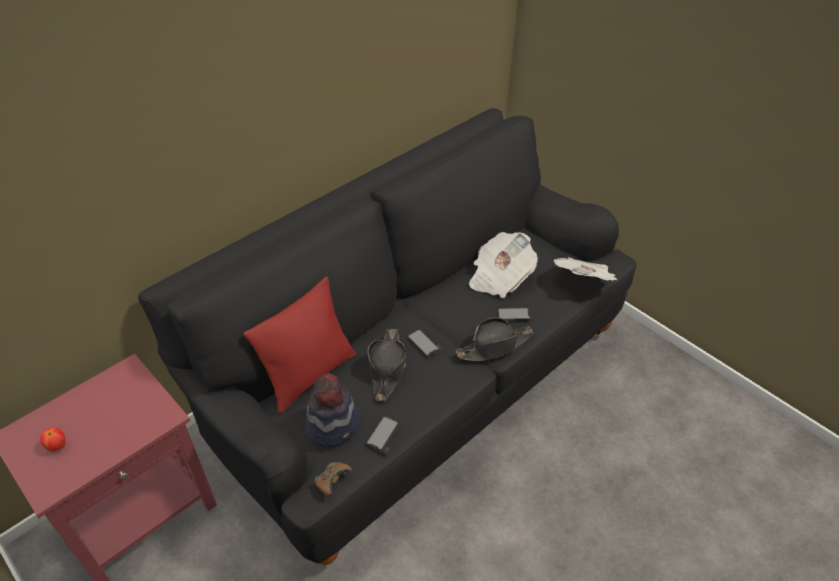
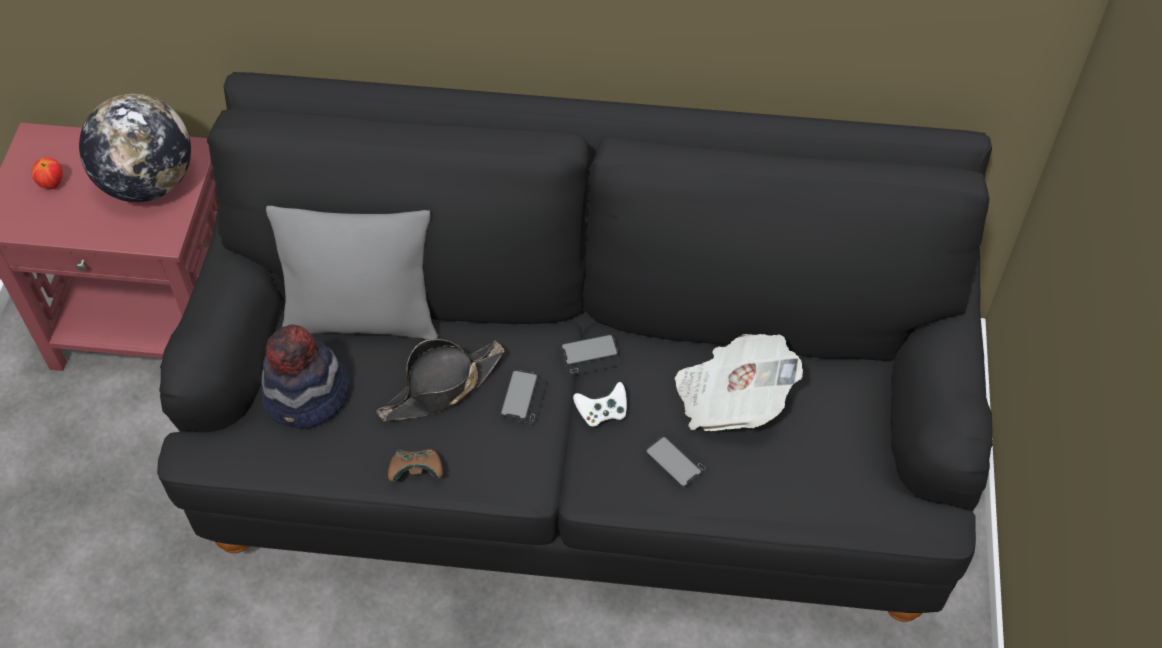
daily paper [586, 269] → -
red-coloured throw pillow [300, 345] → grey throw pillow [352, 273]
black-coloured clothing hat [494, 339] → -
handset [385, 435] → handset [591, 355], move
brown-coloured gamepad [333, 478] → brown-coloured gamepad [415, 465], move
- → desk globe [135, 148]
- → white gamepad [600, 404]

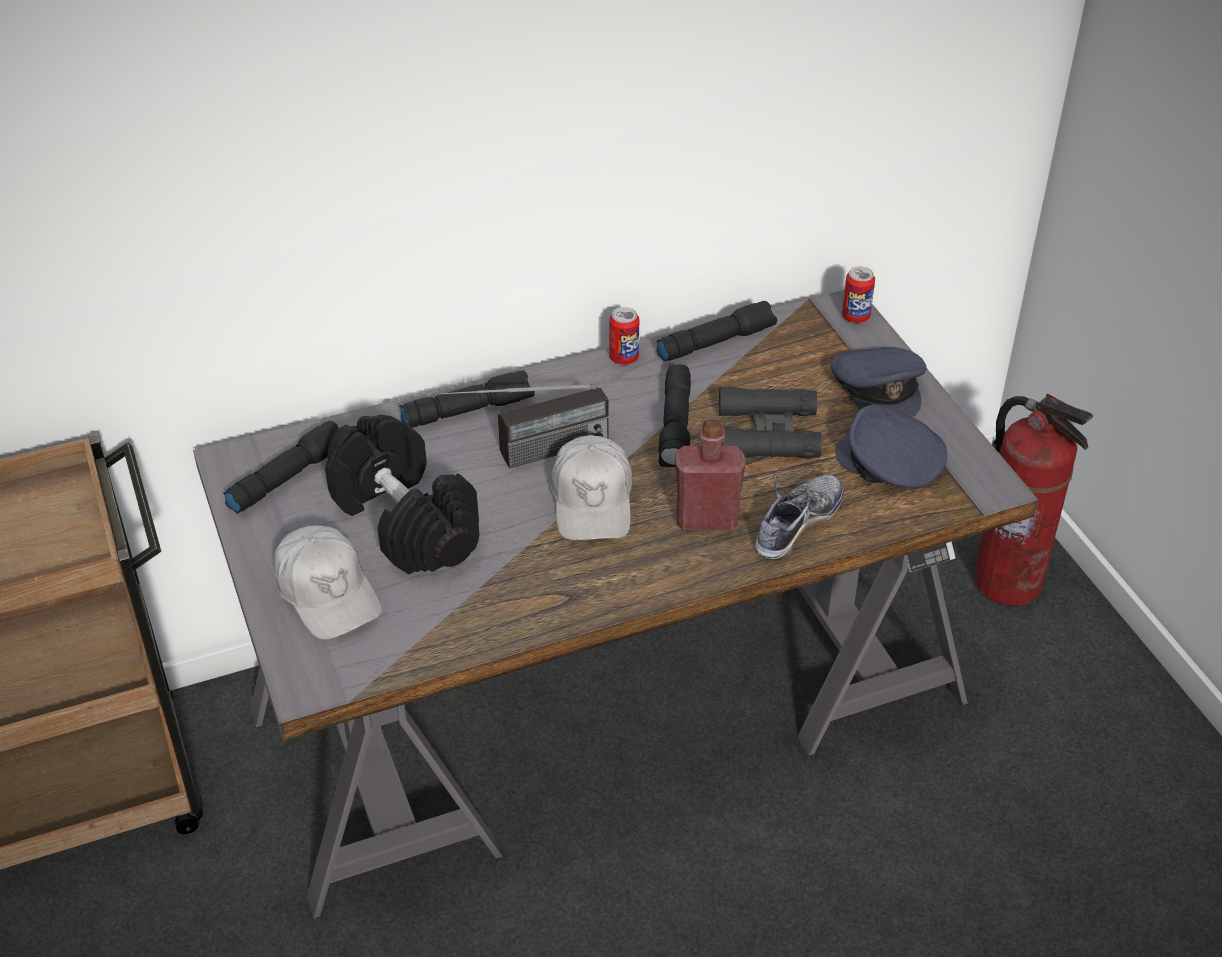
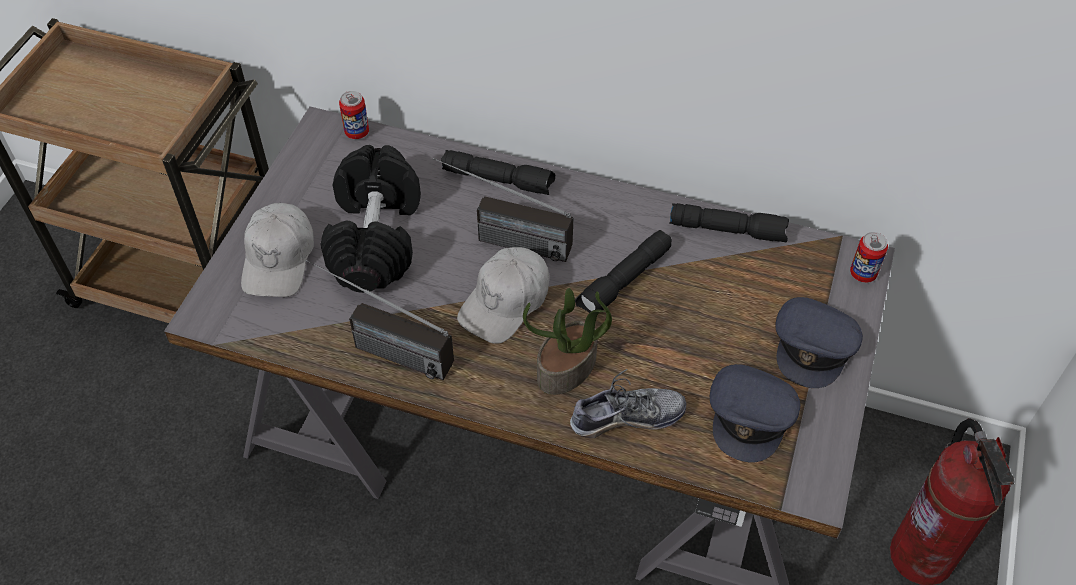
can [624, 336] → can [354, 115], move
black-coloured binoculars [770, 423] → -
grey baseball cap [892, 446] → grey baseball cap [755, 413], 150 degrees counterclockwise
red-coloured drink bottle [710, 474] → houseplant [567, 341]
black-coloured torch [280, 467] → -
- → radio set [379, 319]

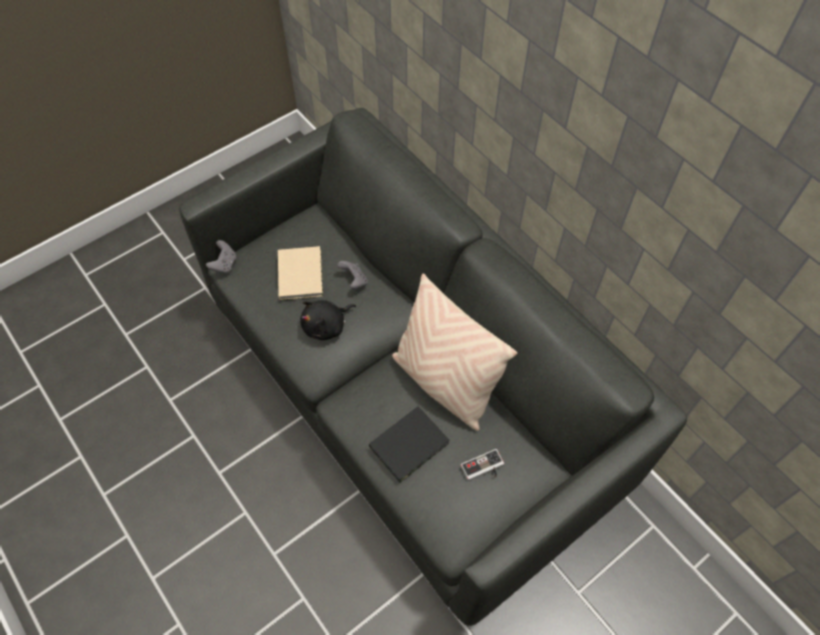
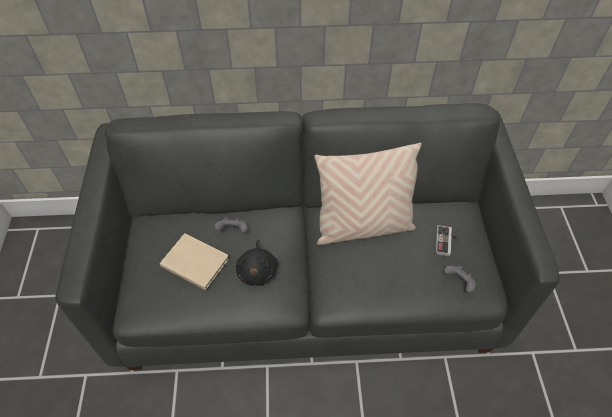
grey gamepad [221, 256] → grey gamepad [460, 279], move
black-coloured volume [409, 444] → -

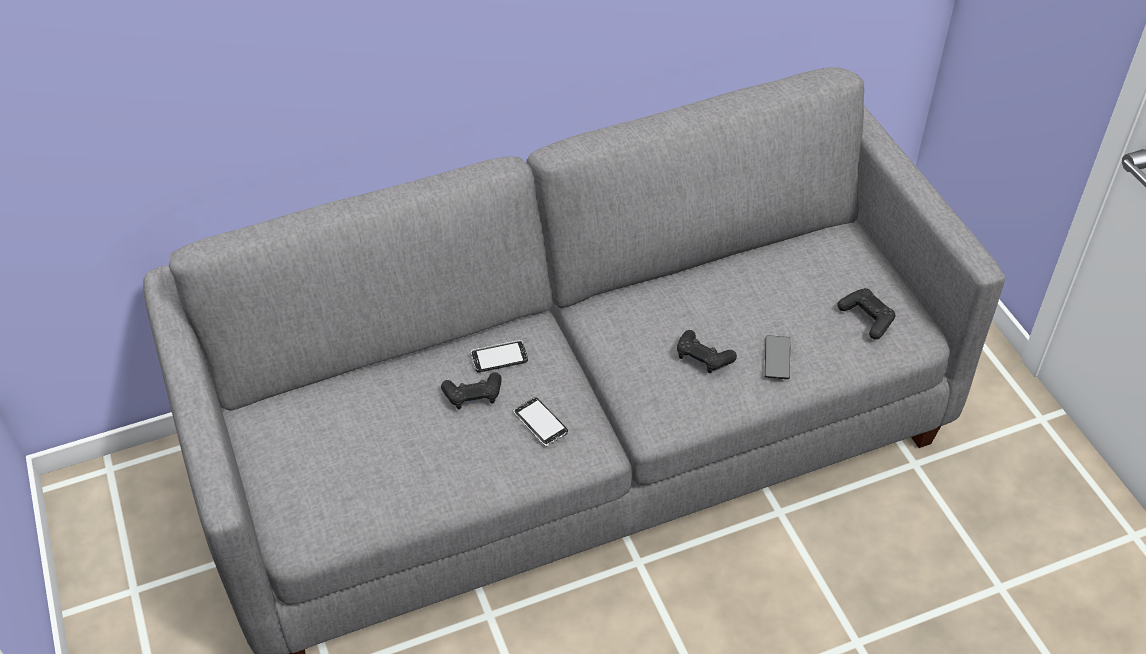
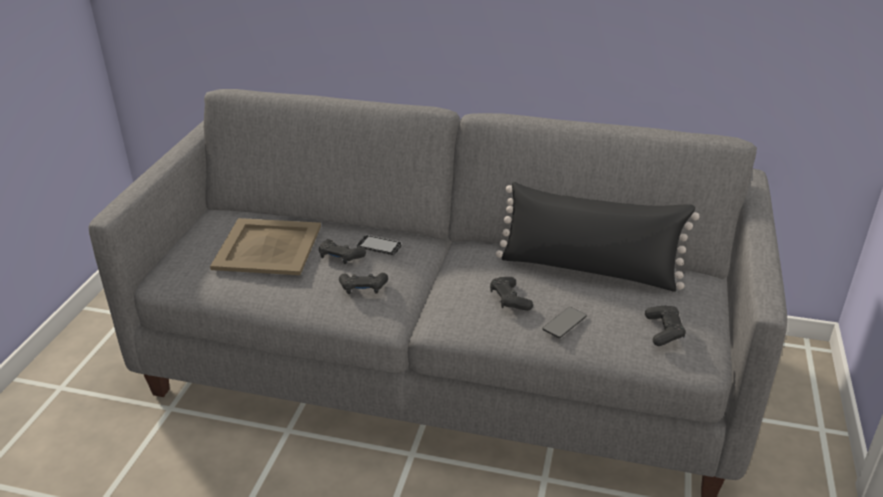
handset [540, 421] → black-coloured gamepad [363, 283]
- → black-coloured throw pillow [598, 237]
- → beige tray [265, 246]

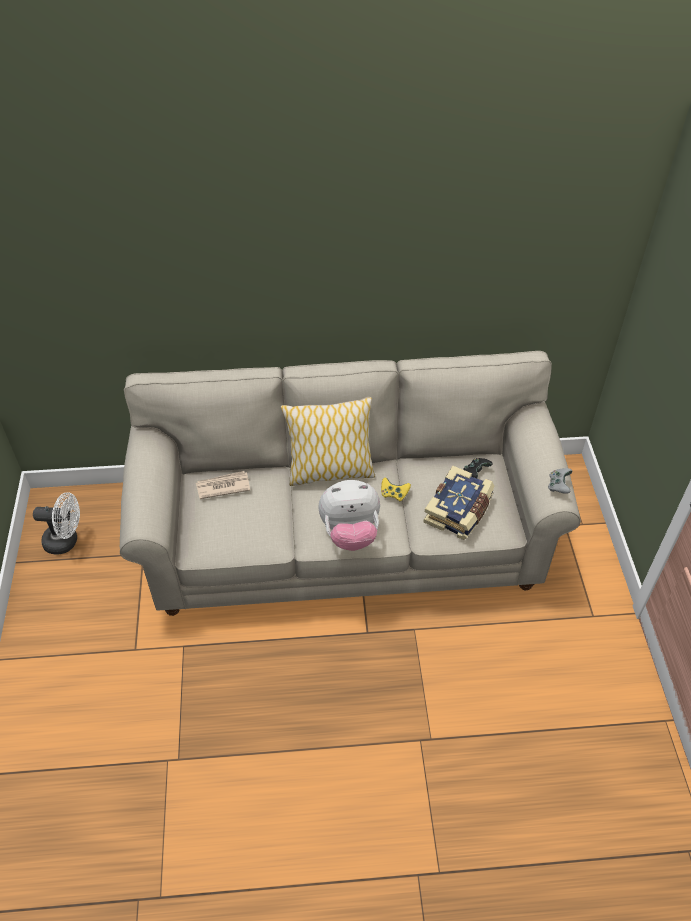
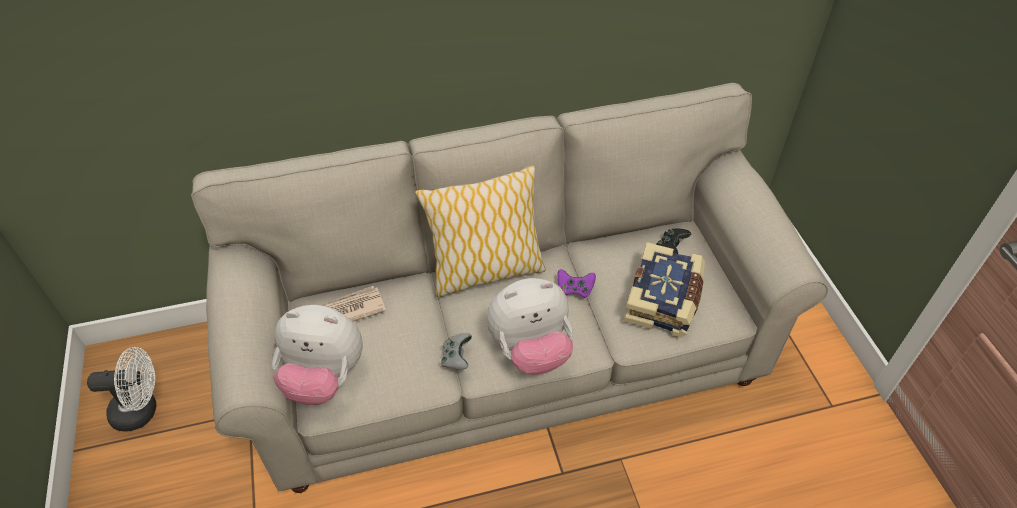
grey gamepad [560, 481] → grey gamepad [456, 351], move
yellow gamepad [396, 489] → purple-coloured gamepad [576, 283]
- → soft toy [317, 355]

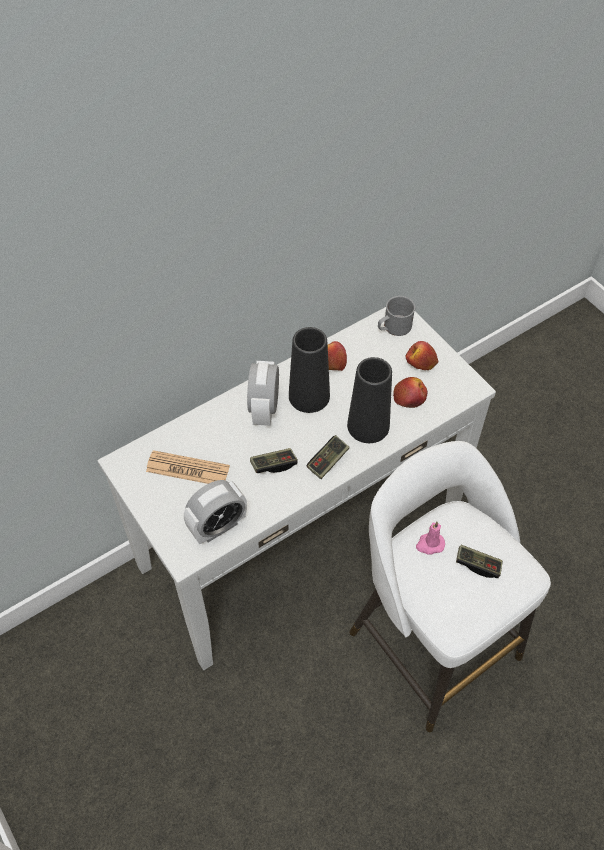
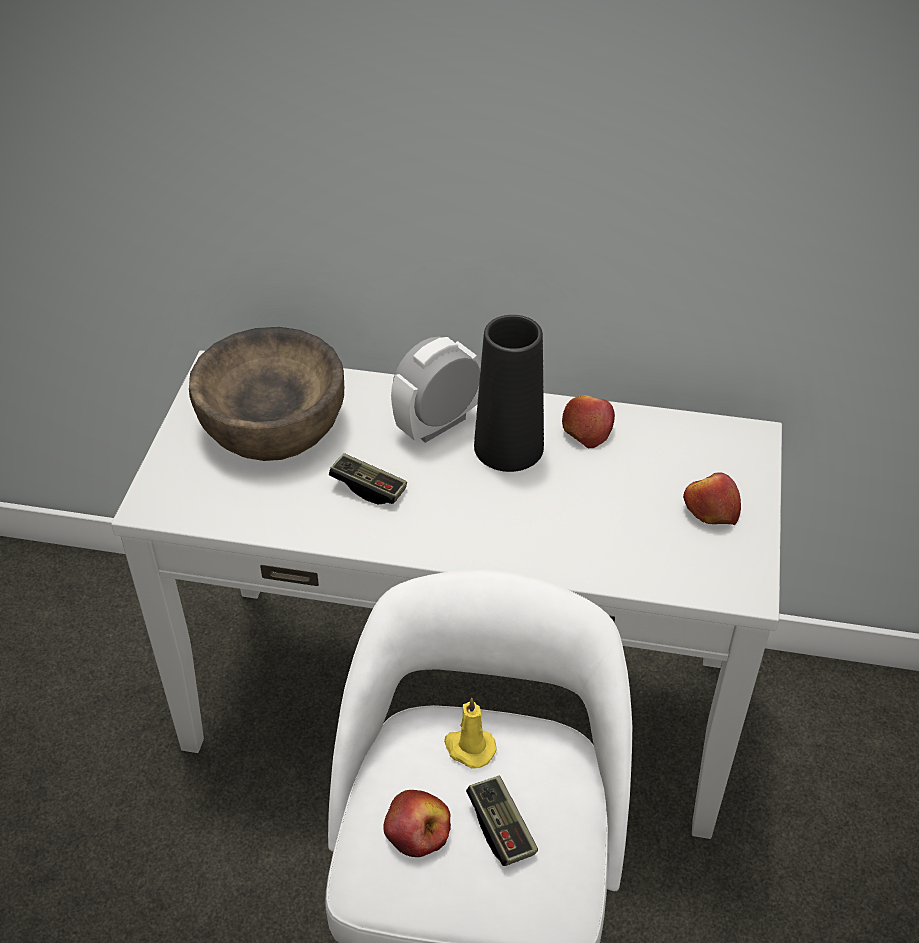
grey coffee mug [396, 316] → -
black-coloured vase [369, 400] → -
apple [410, 392] → apple [417, 823], move
gamepad [328, 457] → -
daily paper [188, 467] → brown-coloured bowl [266, 394]
alarm clock [215, 512] → -
pink-coloured wax light [430, 538] → yellow wax light [470, 733]

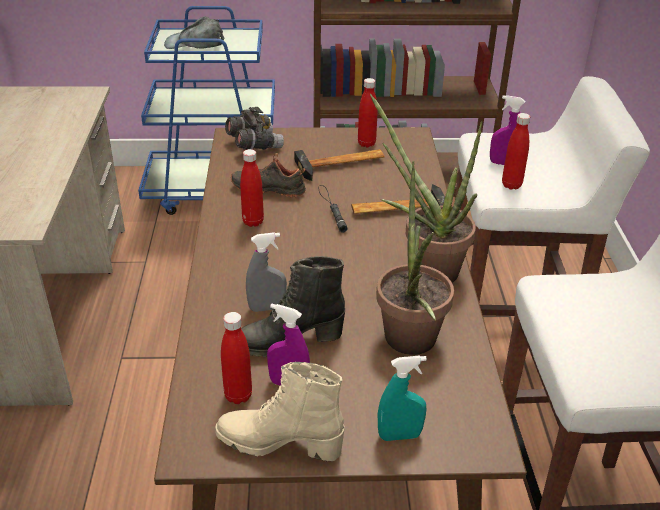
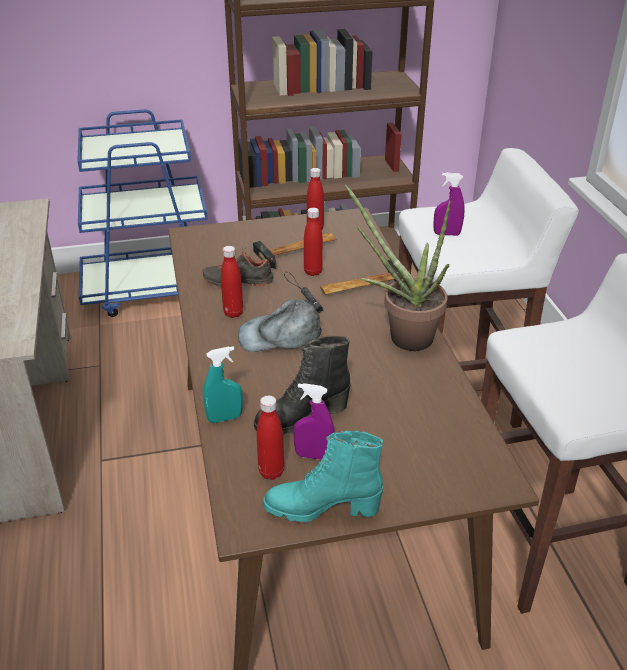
grey baseball cap [194, 32] → grey baseball cap [280, 325], move
grey binoculars [254, 128] → -
red-coloured drink bottle [516, 151] → red-coloured drink bottle [313, 242], move
houseplant [415, 258] → -
grey spray bottle [266, 272] → -
blue-green spray bottle [402, 398] → blue-green spray bottle [223, 384], move
beige tall boot [279, 411] → blue-green tall boot [323, 476]

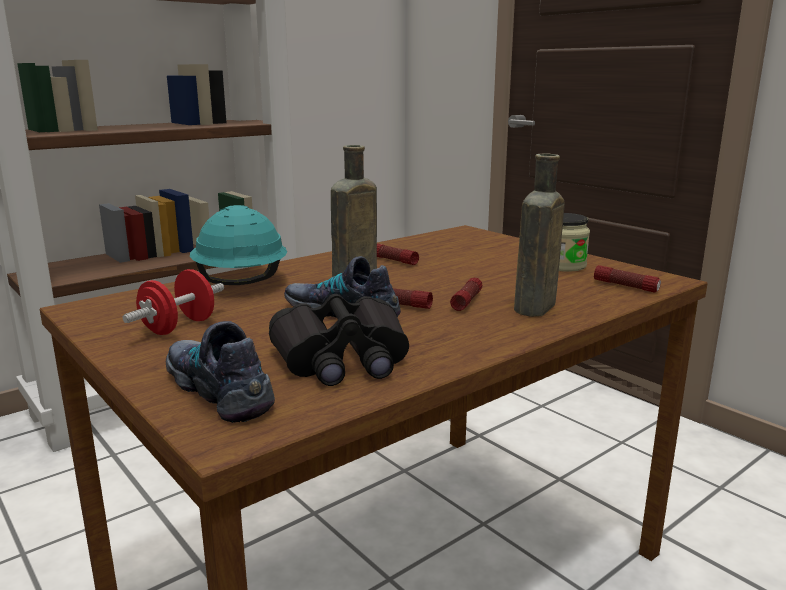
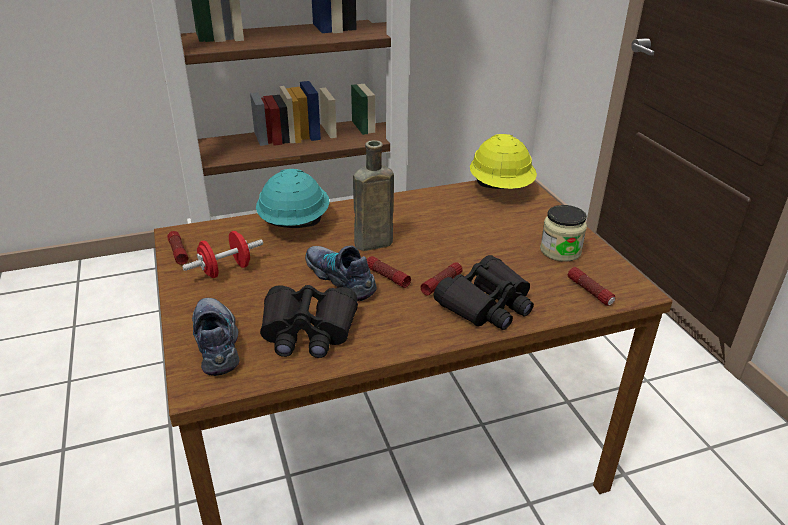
brown-coloured drink bottle [539, 235] → black-coloured binoculars [484, 292]
torch [398, 254] → torch [177, 248], move
- → yellow safety helmet [503, 161]

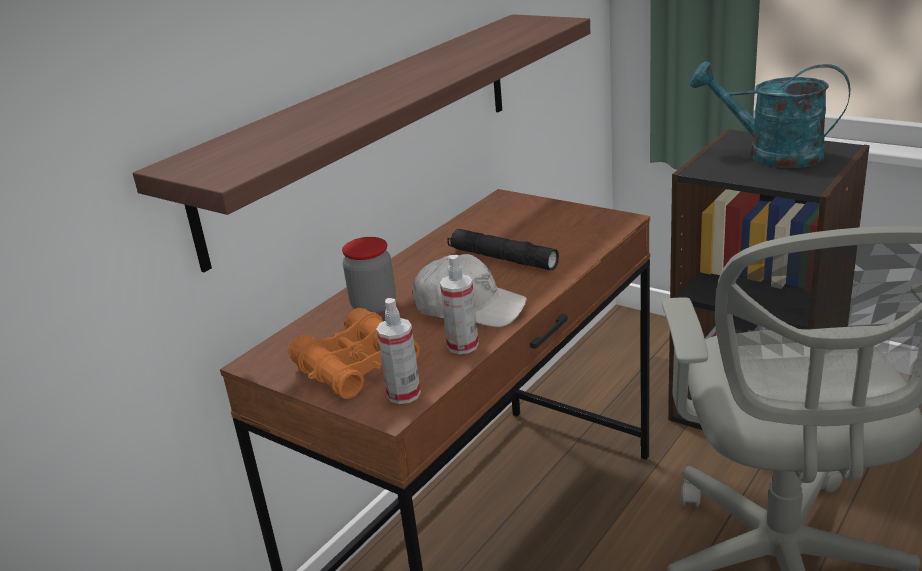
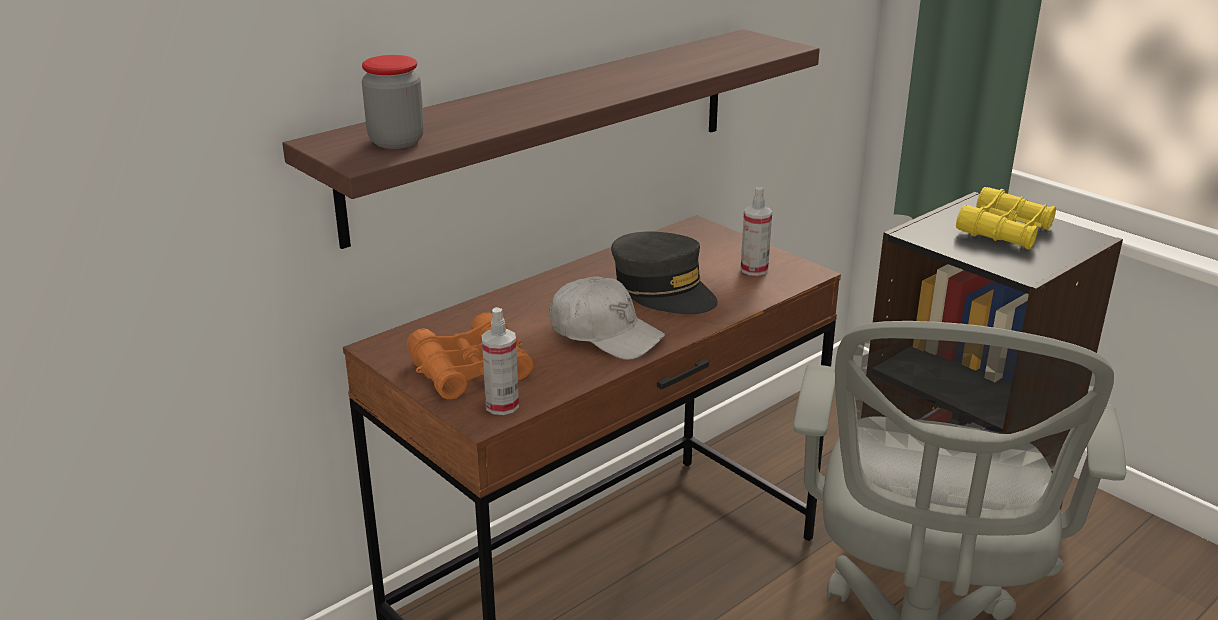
blue-green watering pot [770, 114] → yellow binoculars [1006, 218]
black-coloured torch [503, 249] → grey baseball cap [664, 273]
preserve jar [369, 275] → preserve jar [393, 102], move
spray bottle [459, 304] → spray bottle [756, 231], move

